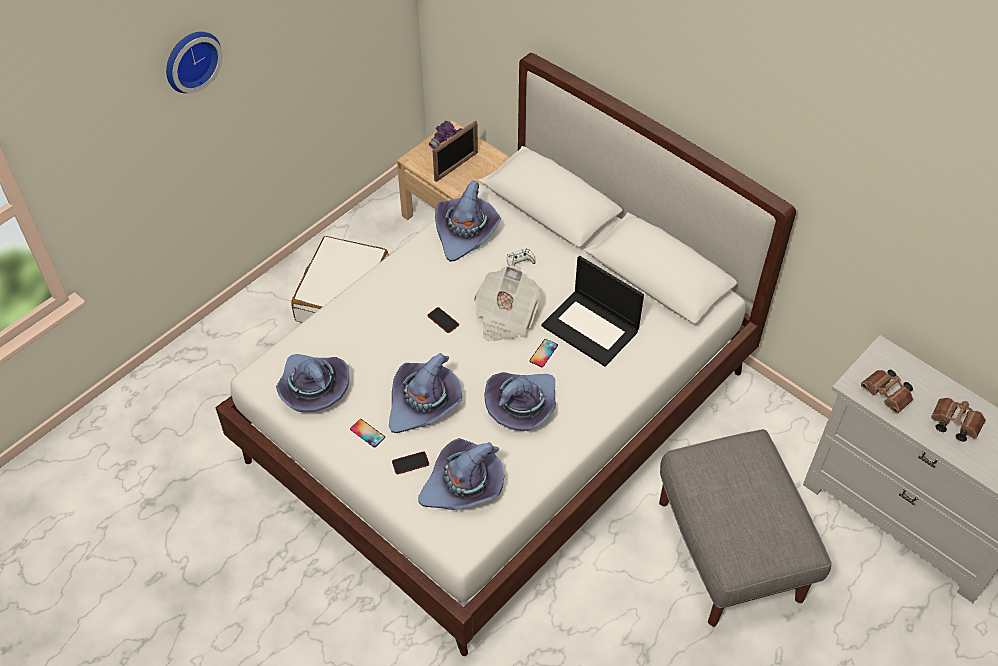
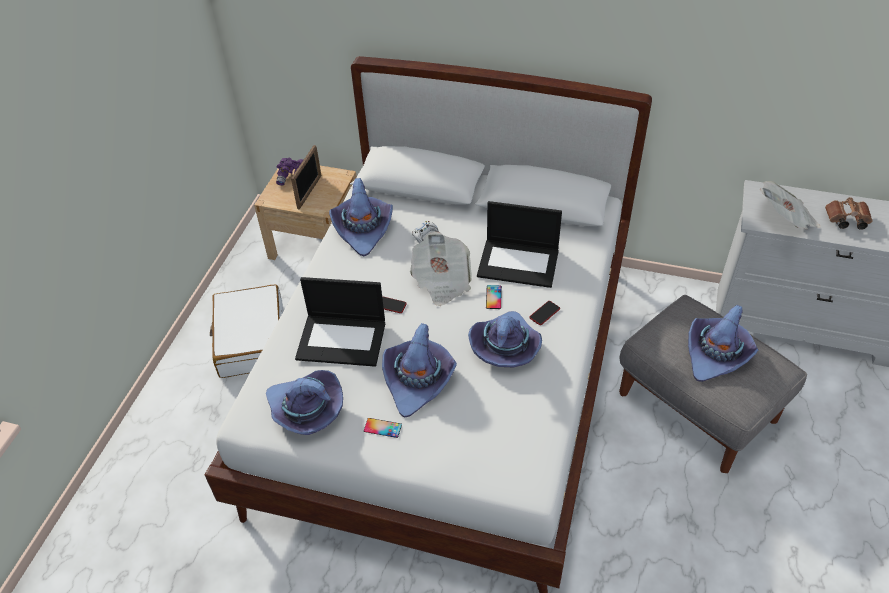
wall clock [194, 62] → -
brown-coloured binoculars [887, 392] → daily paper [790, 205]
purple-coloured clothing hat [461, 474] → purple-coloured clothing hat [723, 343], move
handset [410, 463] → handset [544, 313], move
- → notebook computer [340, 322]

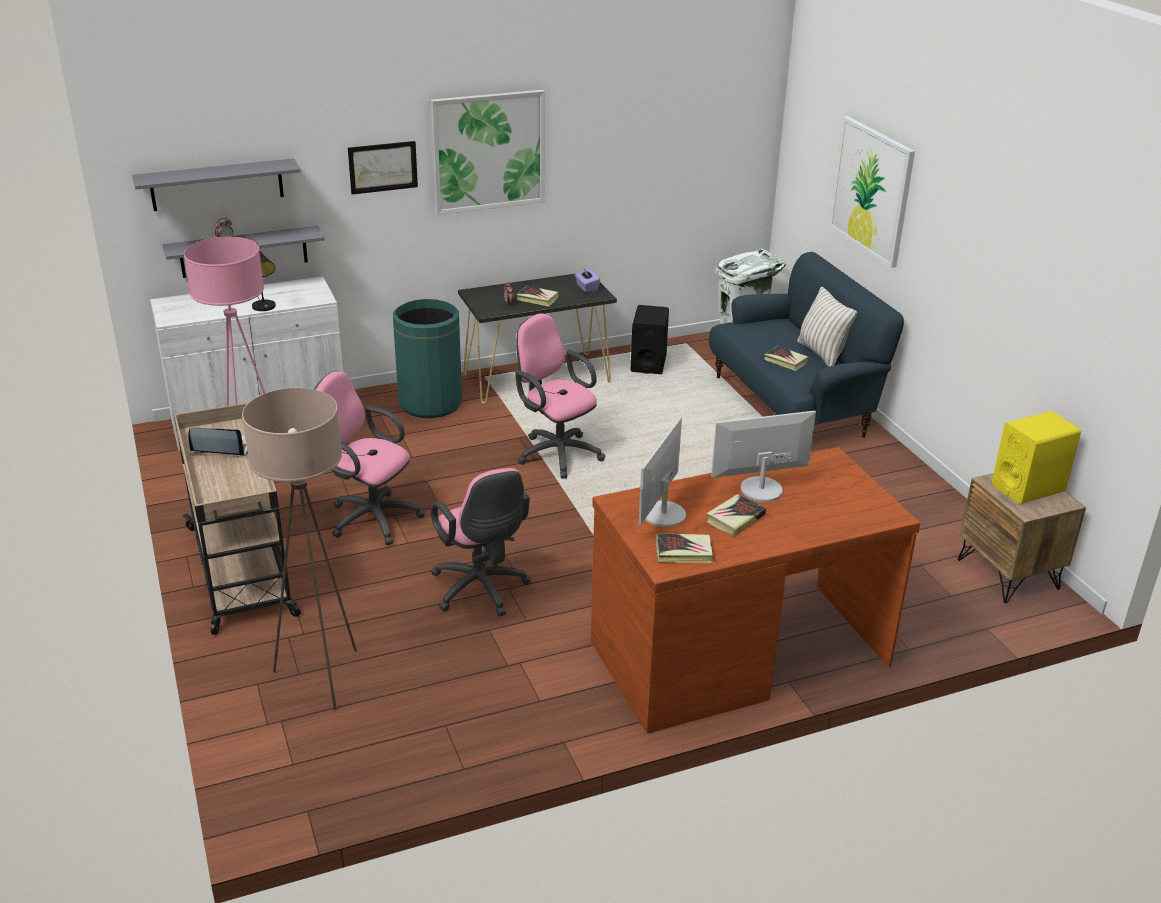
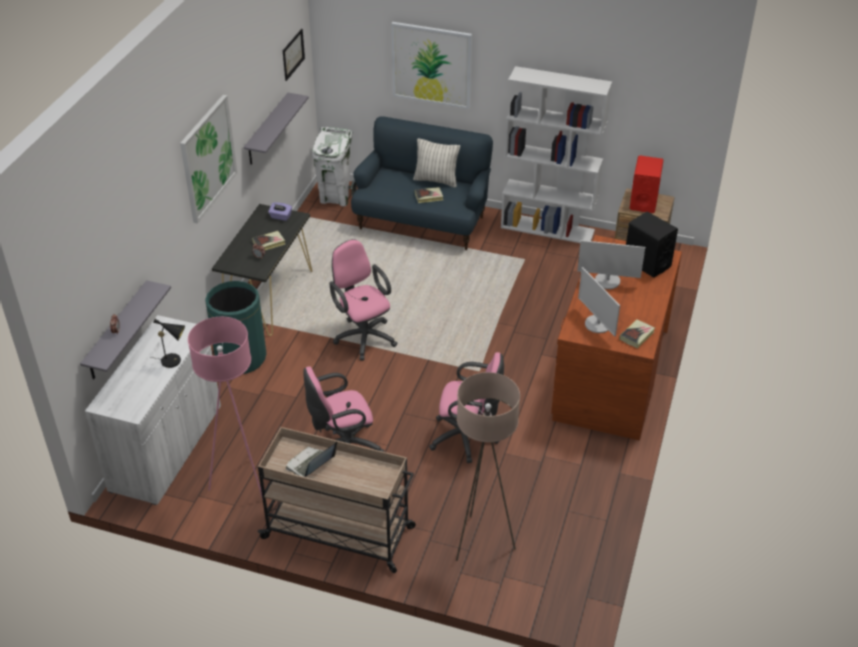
wall picture [383, 168] → wall picture [294, 55], move
grey bracket shelf [216, 184] → grey bracket shelf [276, 129], move
black-coloured speaker [649, 339] → black-coloured speaker [652, 245], move
pink-coloured office chair [560, 396] → pink-coloured office chair [363, 300], 60 degrees clockwise
computer screen [763, 456] → computer screen [611, 264], 105 degrees counterclockwise
yellow speaker [1036, 457] → red-coloured speaker [646, 184]
volume [736, 515] → -
- → white bookshelf [556, 154]

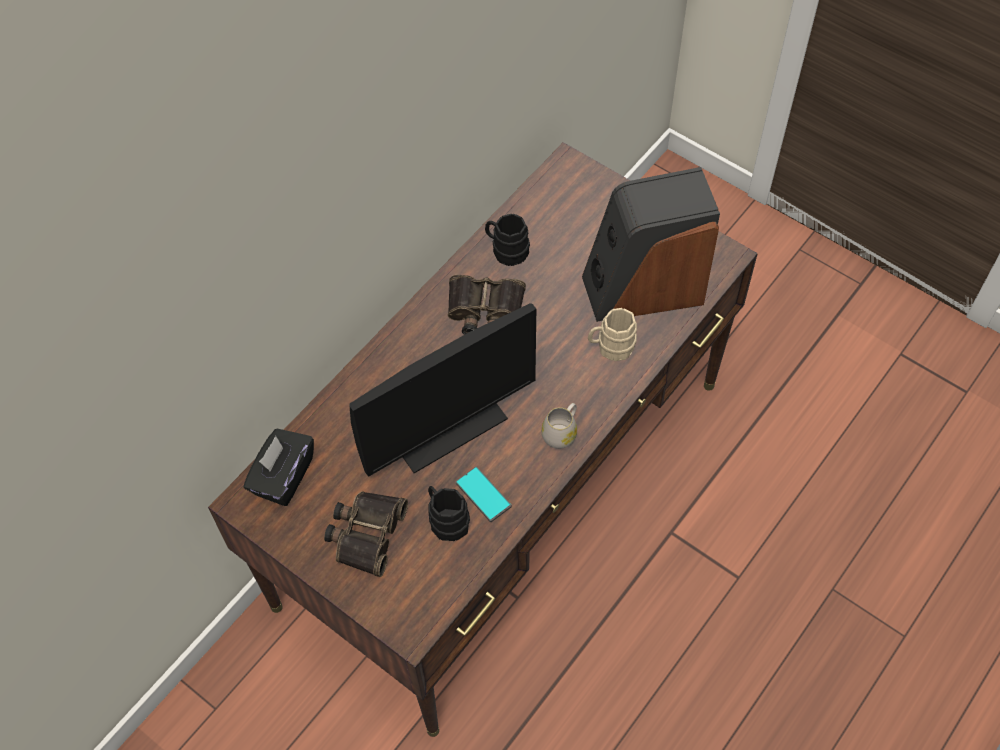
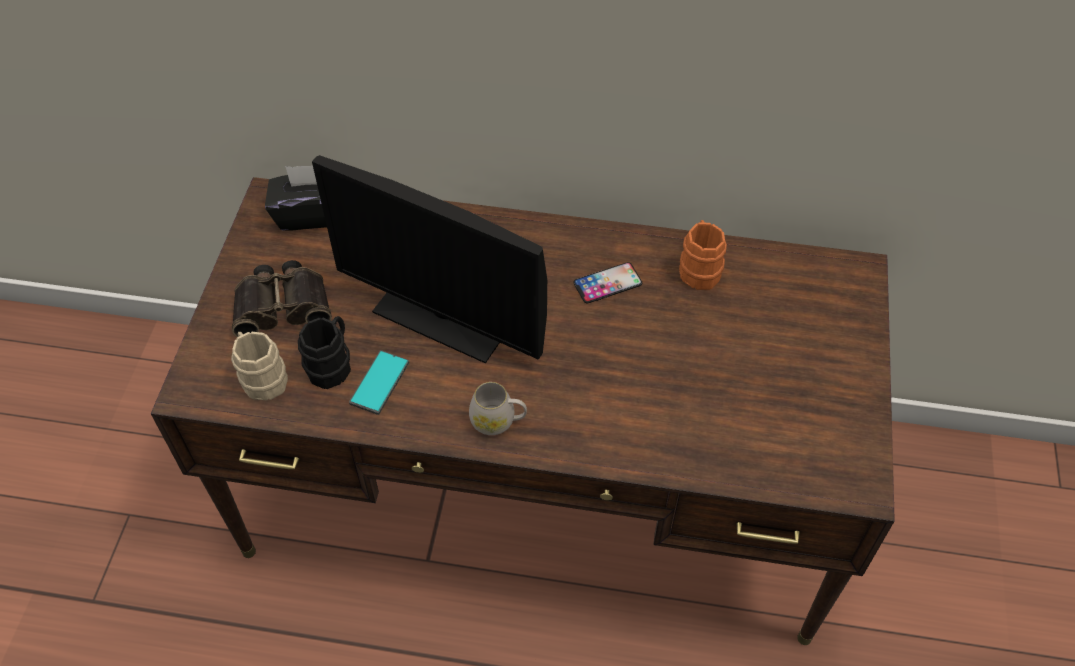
speaker [651, 244] → -
black-coloured coffee mug [507, 240] → orange-coloured coffee mug [703, 255]
binoculars [487, 305] → handset [607, 282]
beige coffee mug [612, 334] → beige coffee mug [259, 366], move

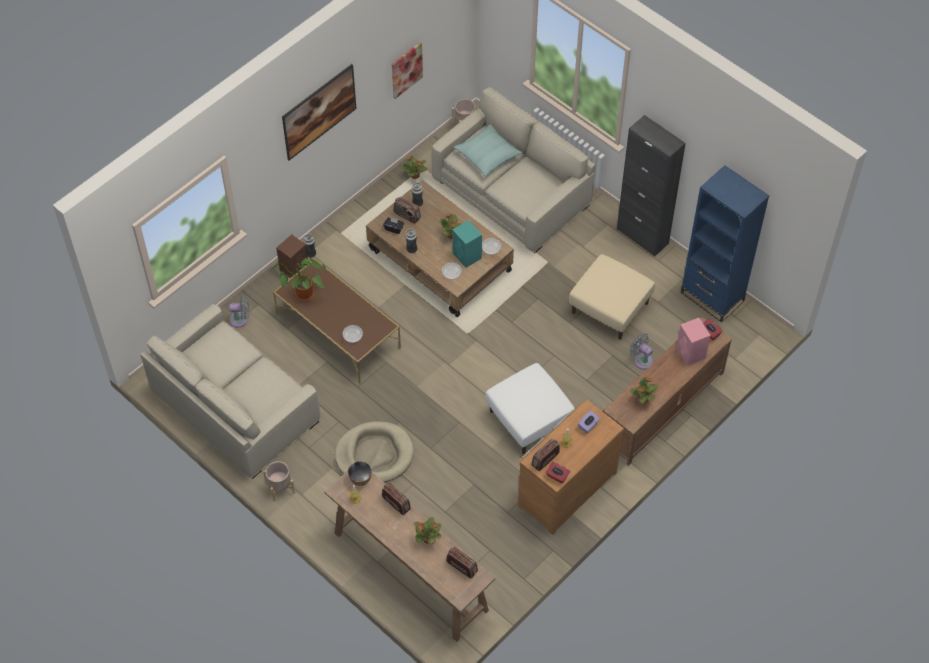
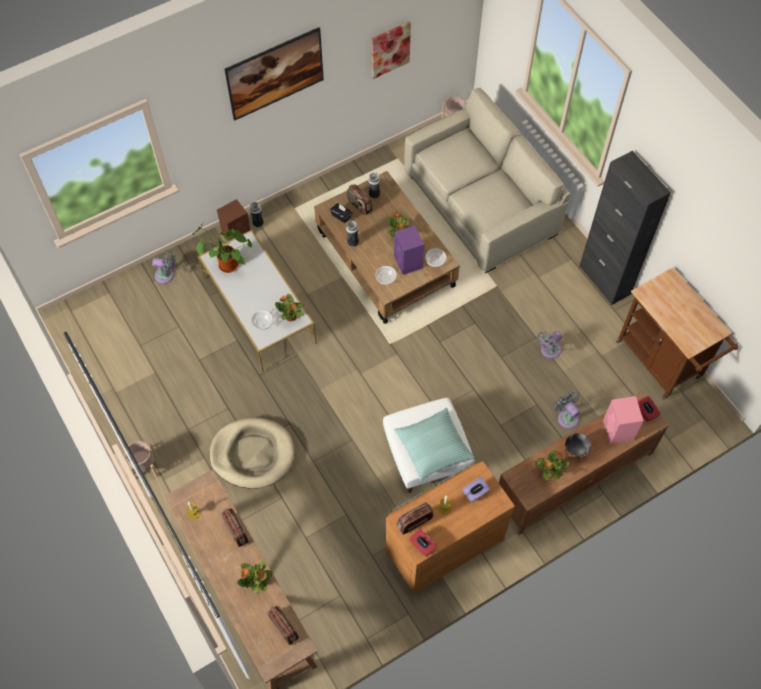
throw pillow [488, 150] → throw pillow [434, 444], move
houseplant [415, 167] → houseplant [289, 308], move
blue-coloured bookshelf [725, 244] → brown-coloured wheeled cart [677, 333]
blue-green speaker [467, 244] → purple-coloured speaker [409, 250]
beige ottoman [612, 297] → grey fan [549, 345]
brown-coloured coffee table [337, 321] → white coffee table [257, 301]
beige settee [230, 391] → -
bowl [360, 473] → bowl [578, 446], move

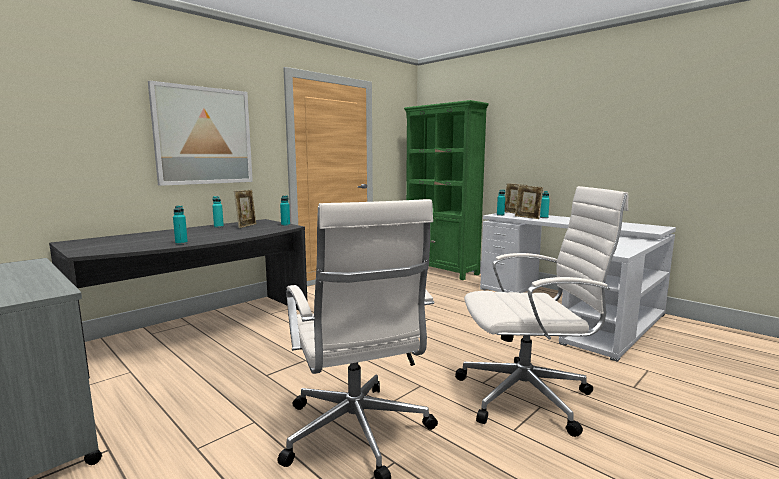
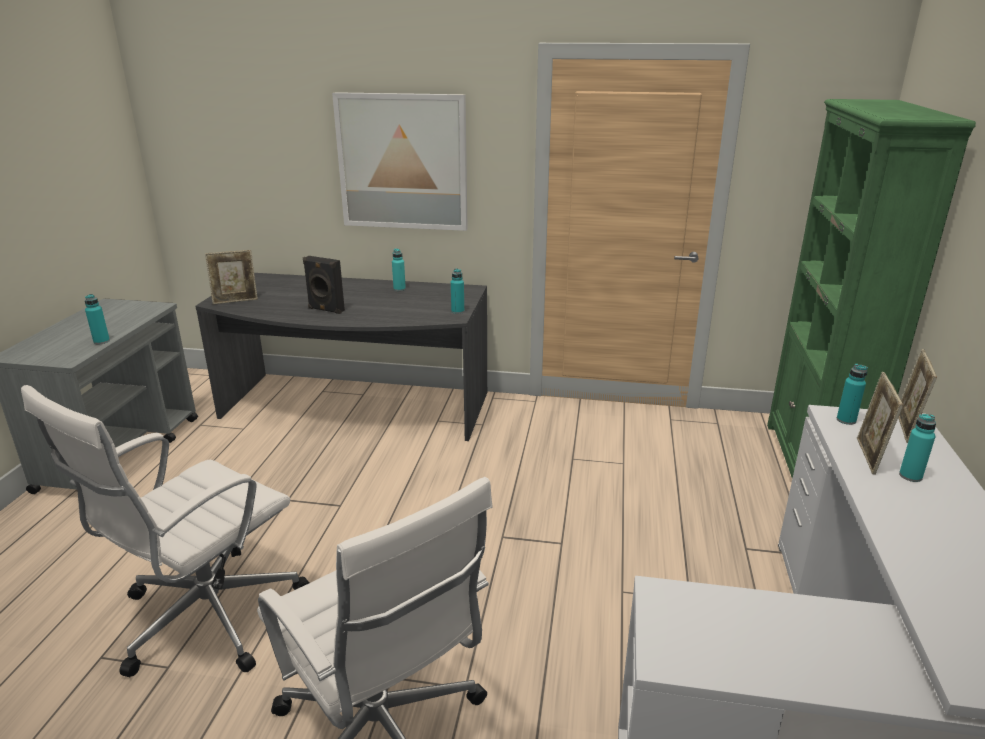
standing frame [245, 209] → standing frame [231, 277], move
blue-green drink bottle [180, 225] → blue-green drink bottle [97, 319], move
- → black-coloured speaker [324, 285]

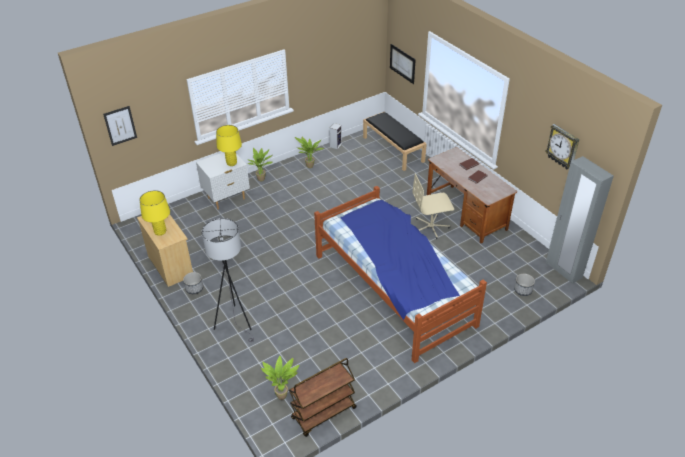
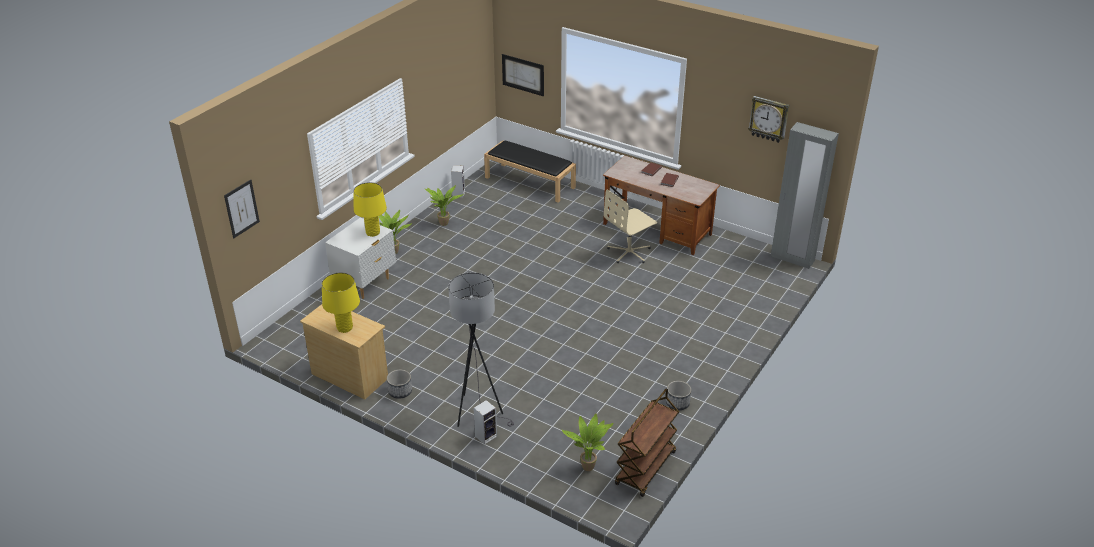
sleeping bed [400, 274] → -
plant pot [524, 285] → plant pot [678, 395], move
- → speaker [485, 422]

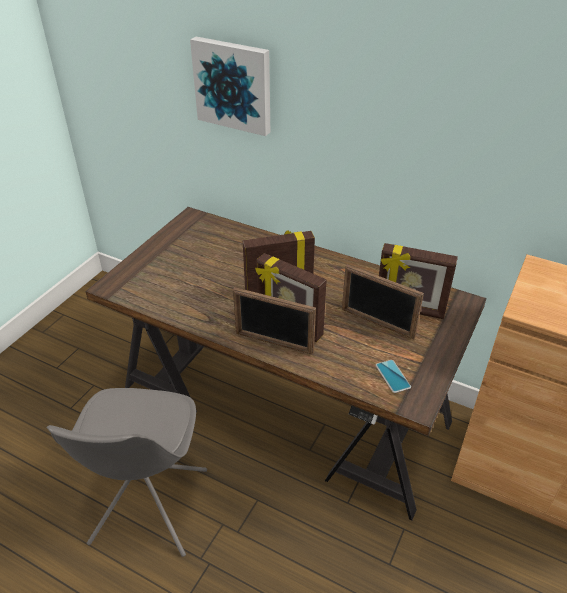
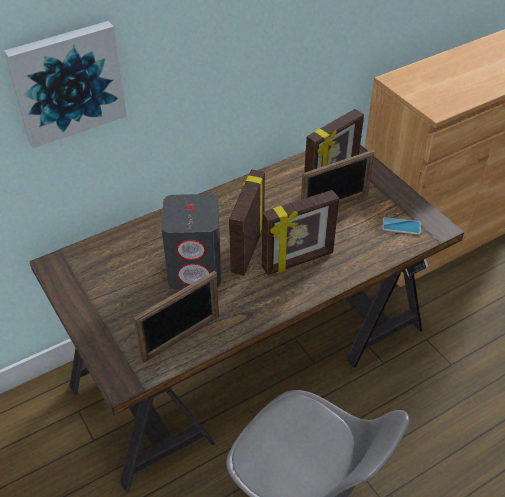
standing frame [274, 321] → standing frame [176, 317], move
- → grey speaker [191, 241]

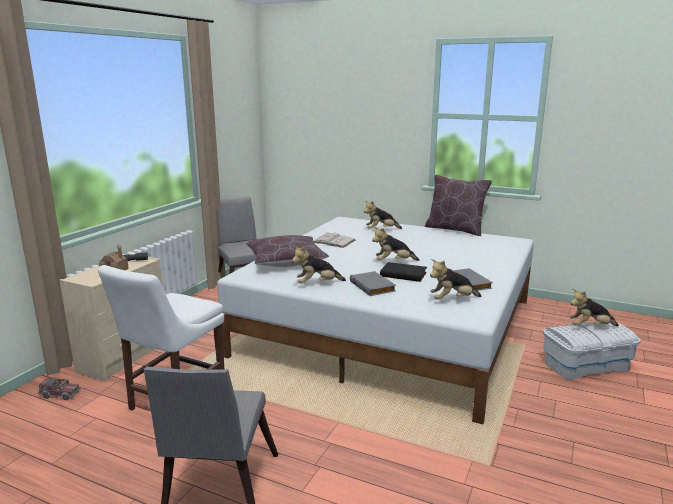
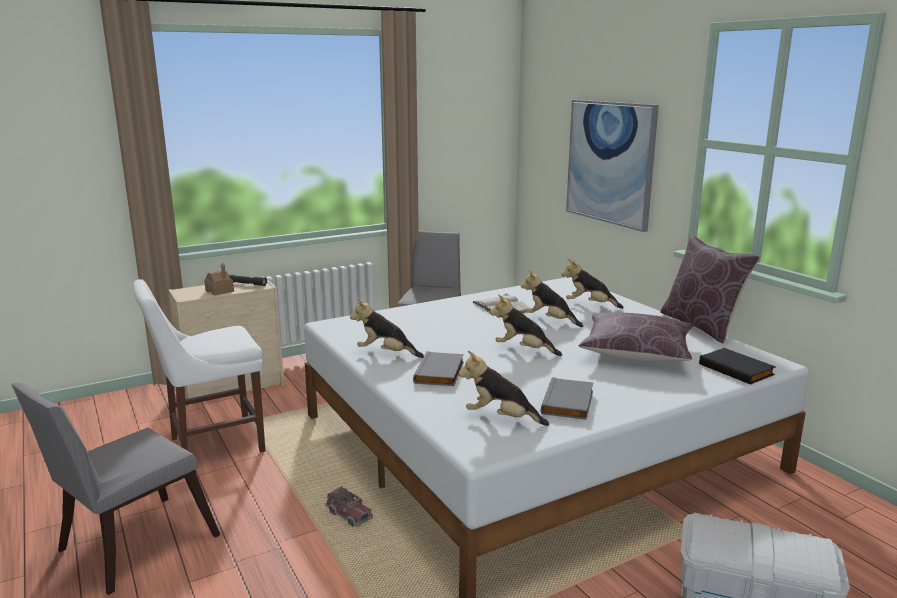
brown-coloured throw pillow [287, 251] → brown-coloured throw pillow [636, 337], move
black-coloured volume [403, 272] → black-coloured volume [737, 366], move
soft toy [594, 307] → soft toy [552, 298], move
toy lorry [59, 388] → toy lorry [349, 506], move
- → wall picture [612, 166]

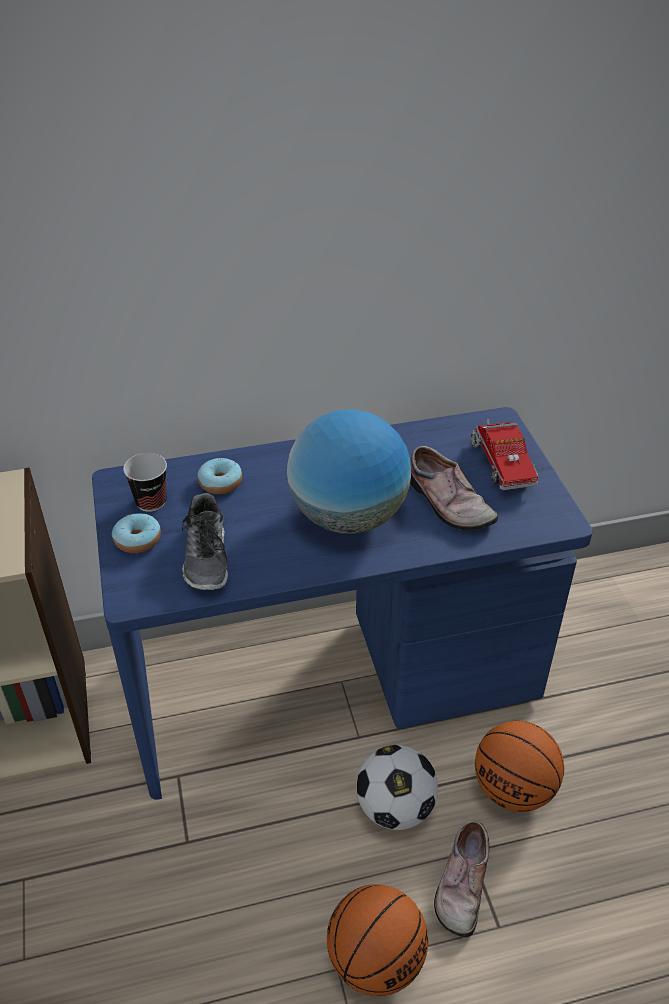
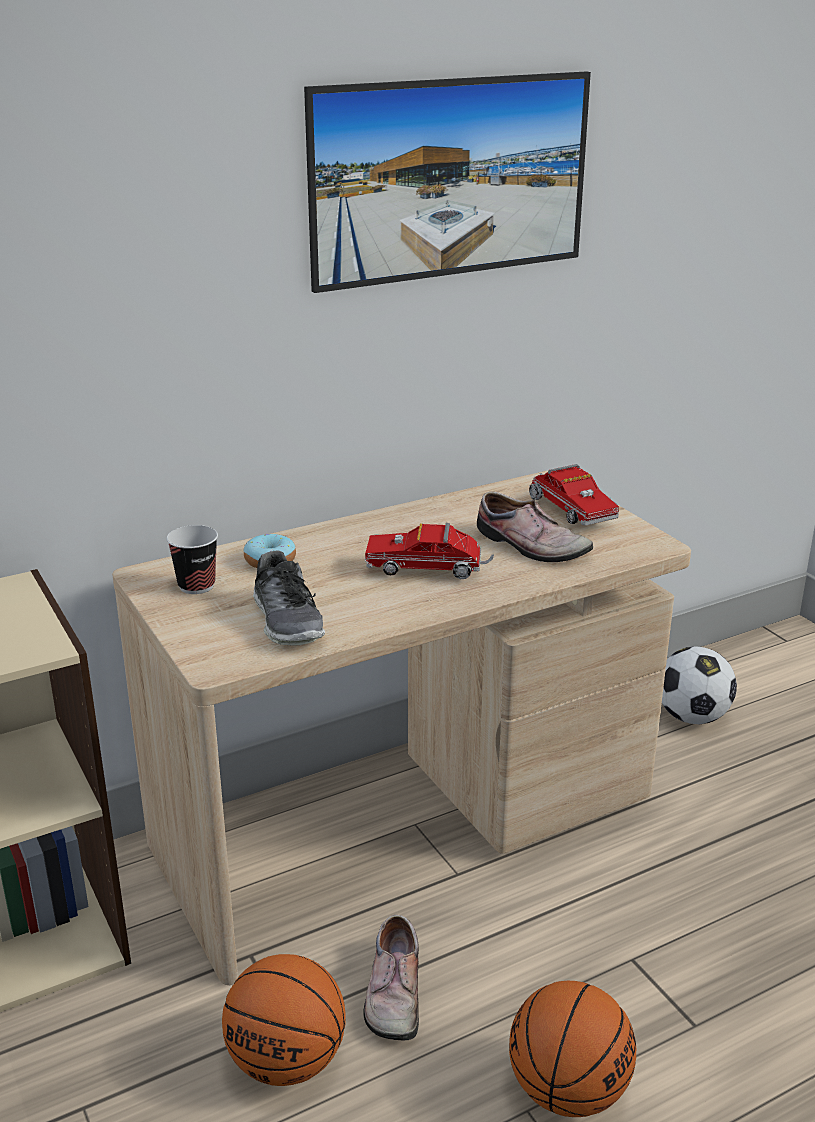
blue-coloured desk table [342, 603] → beige desk table [401, 727]
desk globe [349, 471] → toy lorry [429, 551]
donut [136, 533] → -
basketball ball [519, 766] → basketball ball [284, 1020], move
ball for football [397, 787] → ball for football [699, 685], move
item of footwear [461, 878] → item of footwear [391, 977], move
- → wall picture [447, 182]

